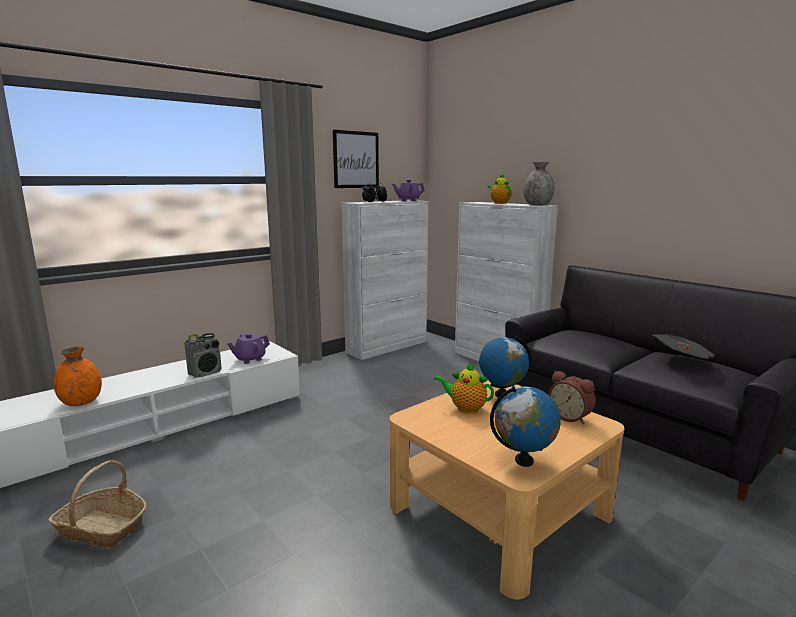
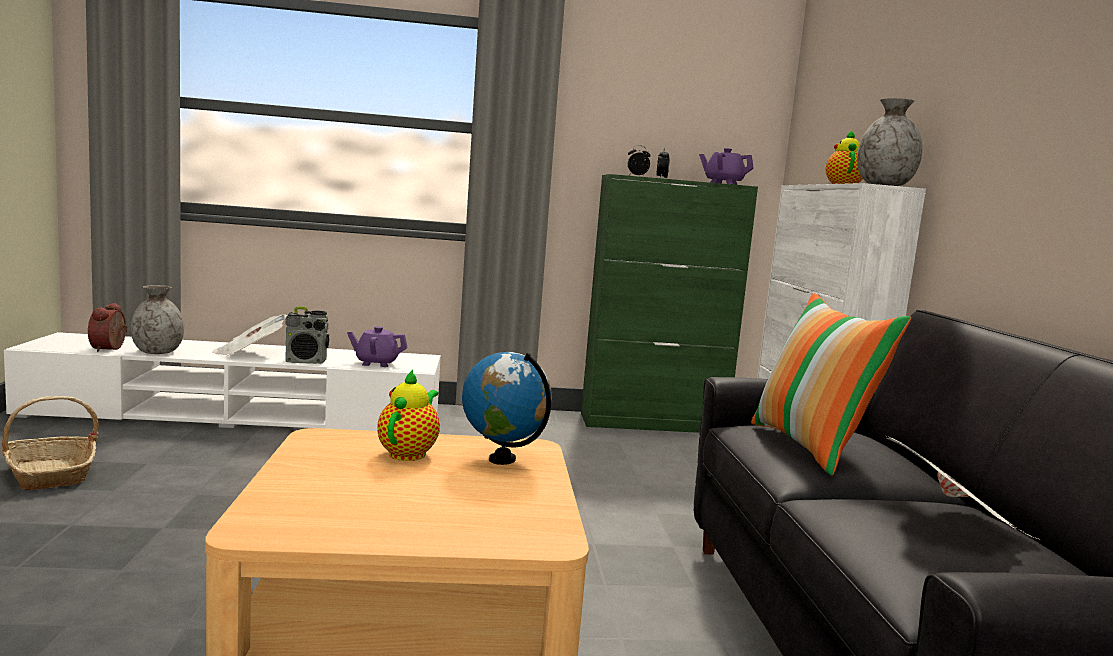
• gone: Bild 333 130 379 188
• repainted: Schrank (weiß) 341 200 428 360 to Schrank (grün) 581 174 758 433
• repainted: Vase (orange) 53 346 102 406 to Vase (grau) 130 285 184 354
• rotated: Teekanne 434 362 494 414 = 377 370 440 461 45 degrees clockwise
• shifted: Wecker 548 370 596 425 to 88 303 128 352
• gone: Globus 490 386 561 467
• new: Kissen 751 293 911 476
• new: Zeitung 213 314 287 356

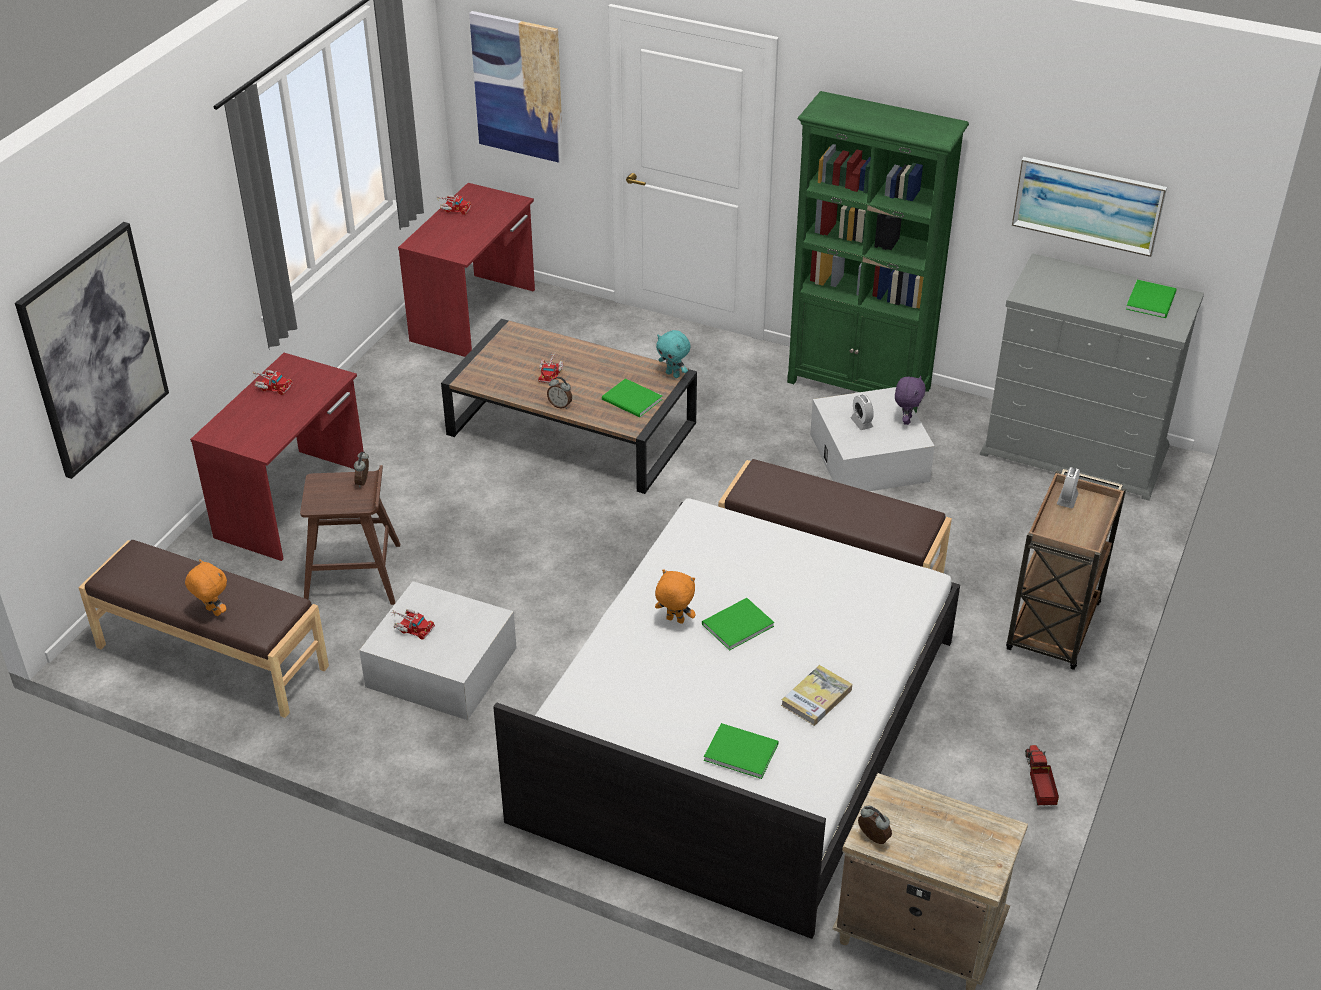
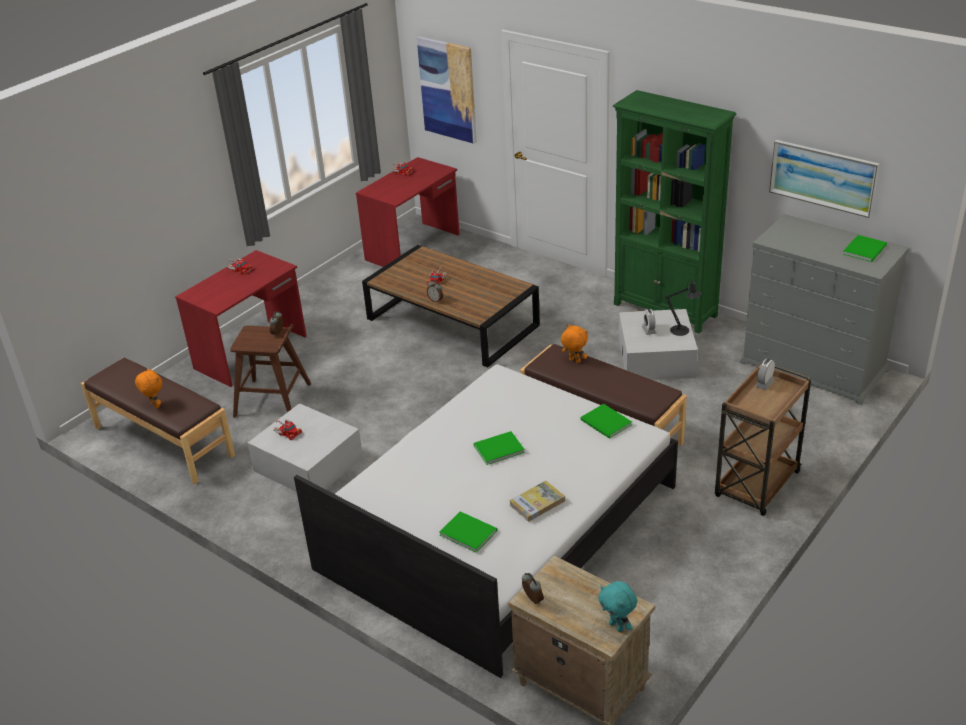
• gone: Bild 15 222 169 479
• shifted: Plüschtier (türkis) 656 330 691 378 to 598 581 637 632
• swapped: Plüschtier (lila) 895 375 926 425 to Tischlampe (schwarz) 665 279 701 336
• shifted: Buch (grün) 602 378 663 418 to 580 404 632 439
• shifted: Plüschtier (orange) 655 569 696 624 to 561 324 588 363
• gone: Spielzeuglaster 1025 745 1059 805

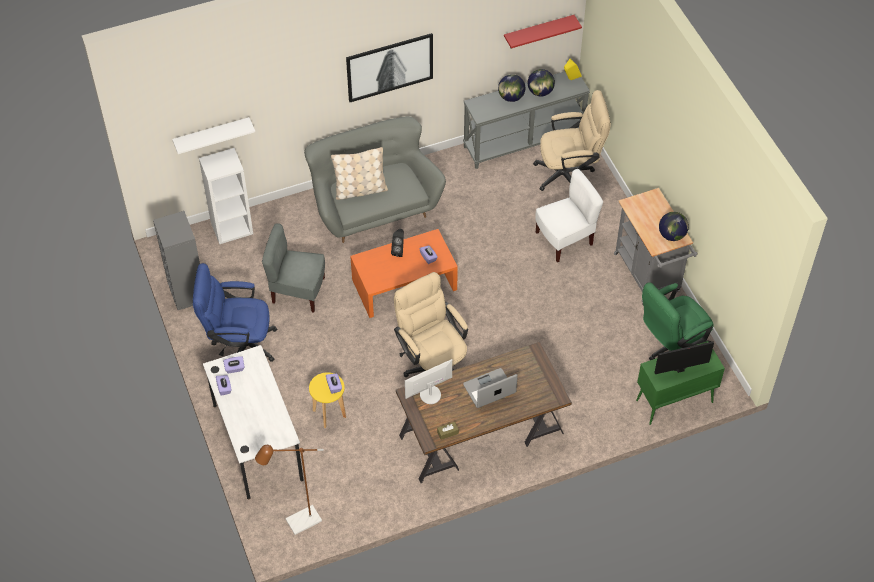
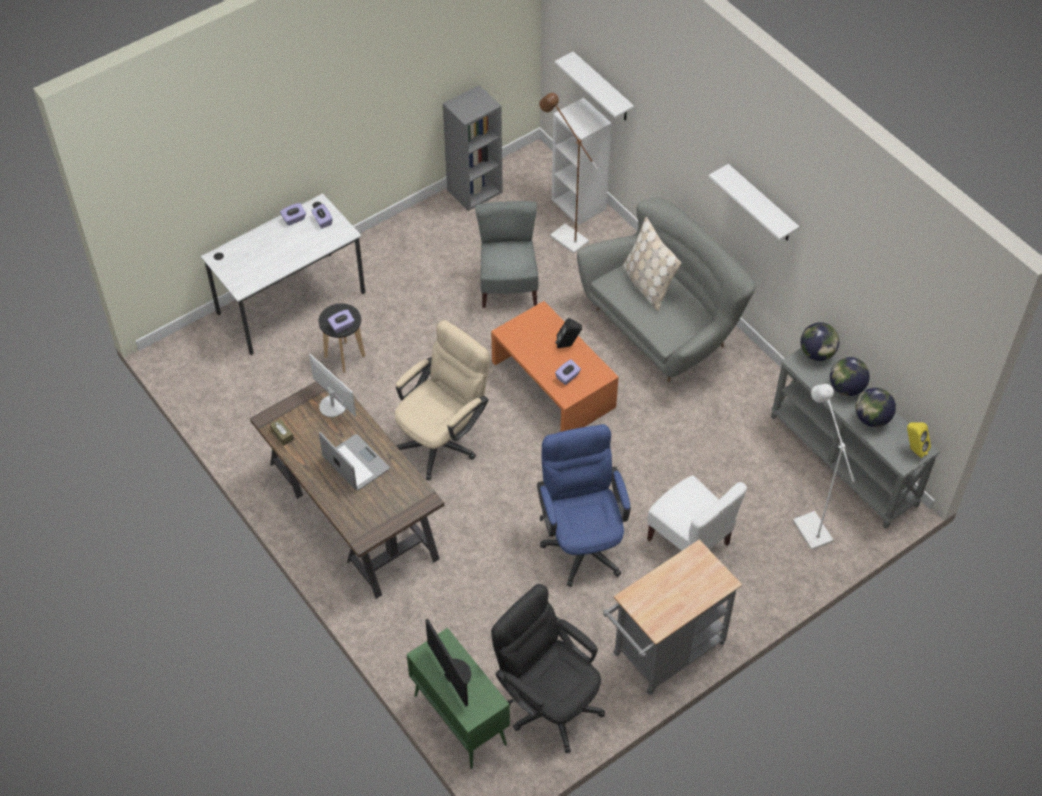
• gone: Wandregal (rot) 504 15 582 48
• swapped: Bild 346 33 433 102 to Wandregal (weiß) 709 164 800 241
• swapped: Bürostuhl (beige) 533 90 611 191 to Stehlampe (weiß) 793 384 855 550
• shifted: Globus 659 212 689 241 to 800 322 839 361
• shifted: Bürostuhl (blau) 193 263 277 362 to 537 424 631 587
• repainted: Bürostuhl (grün) 642 282 714 360 to Bürostuhl (schwarz) 491 584 605 753
• repainted: Hocker (gelb) 309 372 346 428 to Hocker (schwarz) 319 303 365 373
• shifted: Stehlampe (braun) 255 445 324 535 to 539 93 598 253

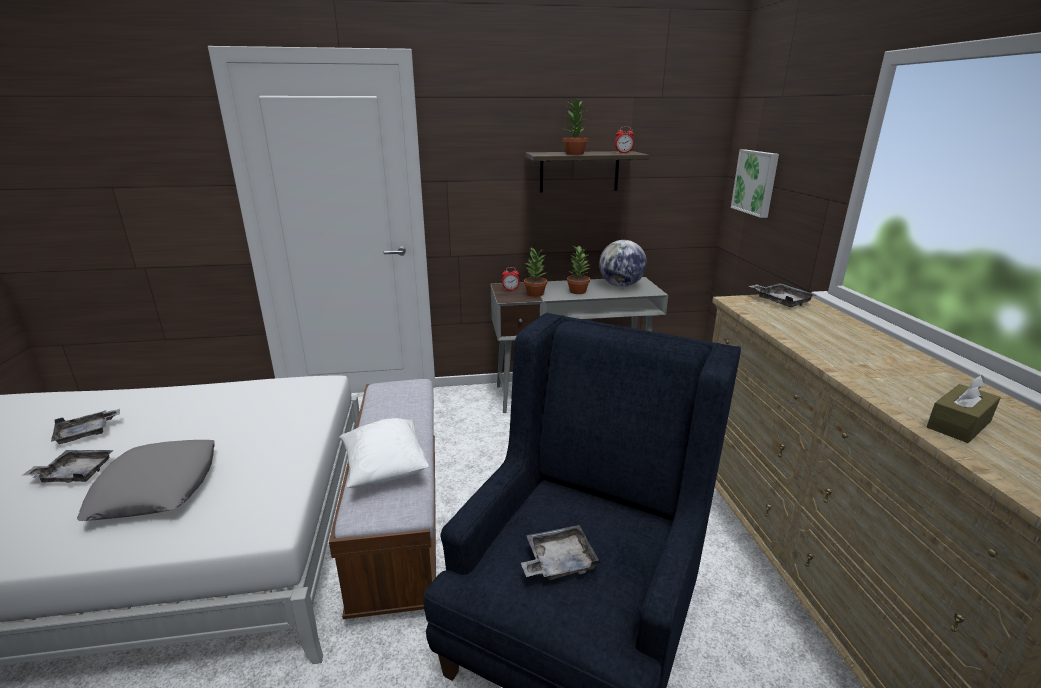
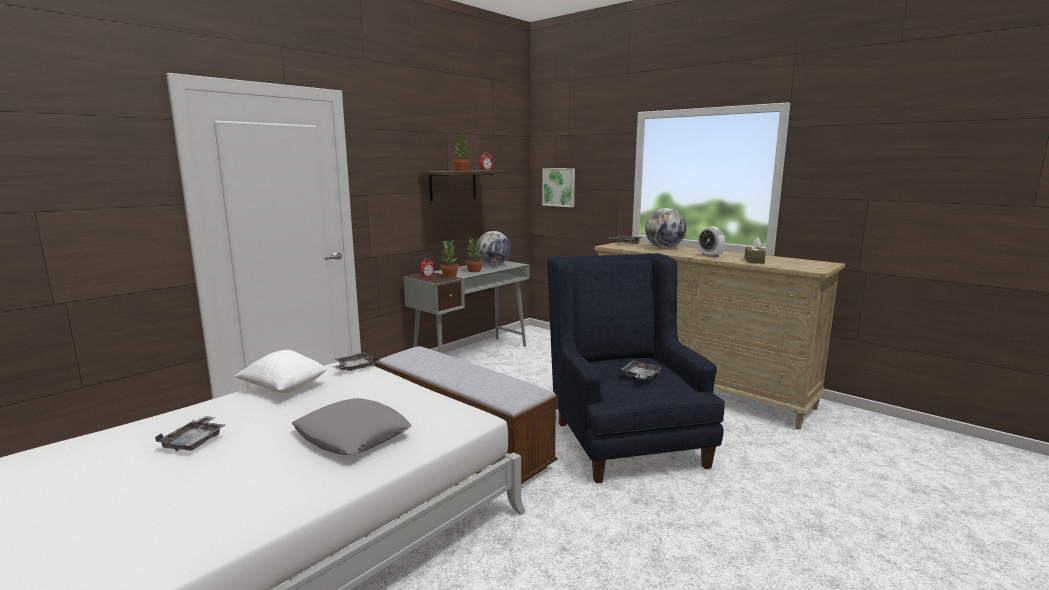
• shifted: Kissen (weiß) 339 418 429 488 to 234 350 328 393
• shifted: Tablett (grau) 22 450 114 483 to 333 352 378 371
• new: Globus 645 208 687 248
• new: Wecker 698 227 725 257

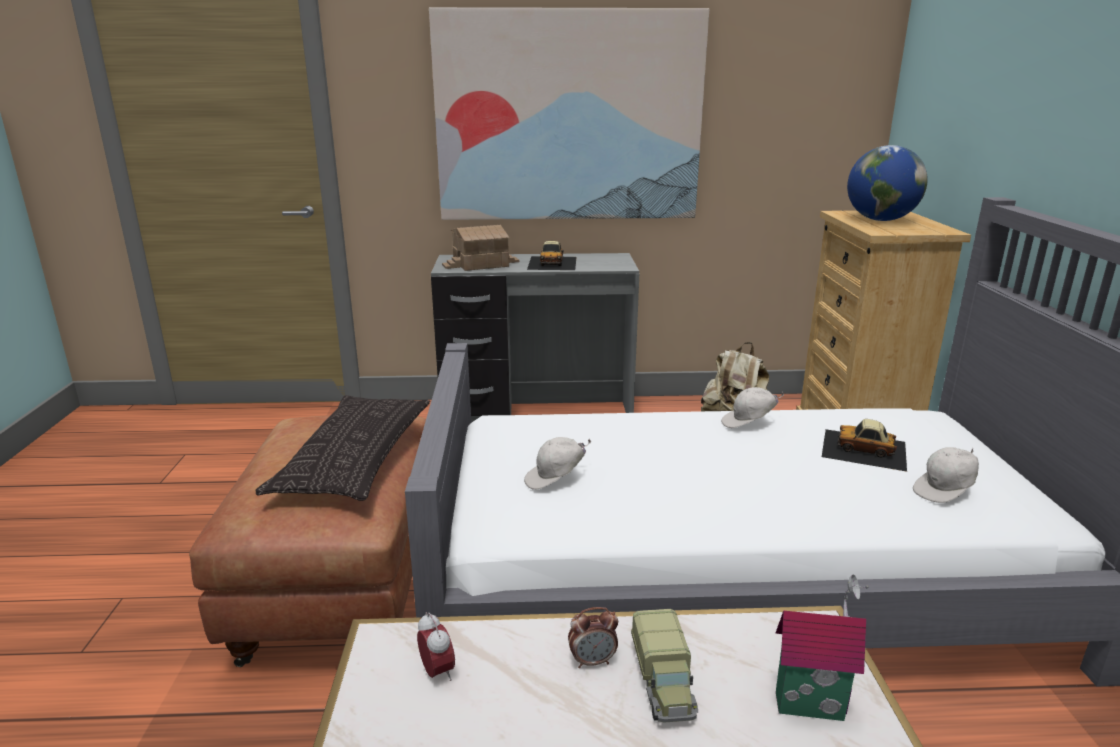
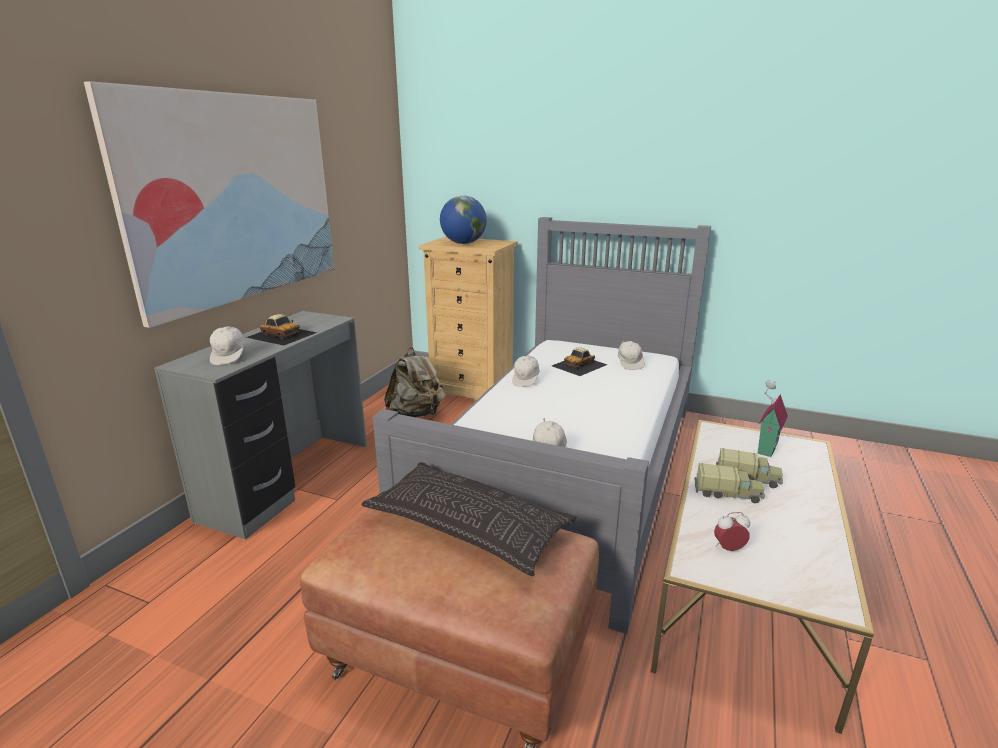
• swapped: Spielzeughaus 442 225 519 271 to Kappe (weiß) 210 326 245 365
• swapped: Wecker 568 607 618 668 to Spielzeuglaster 694 463 765 503

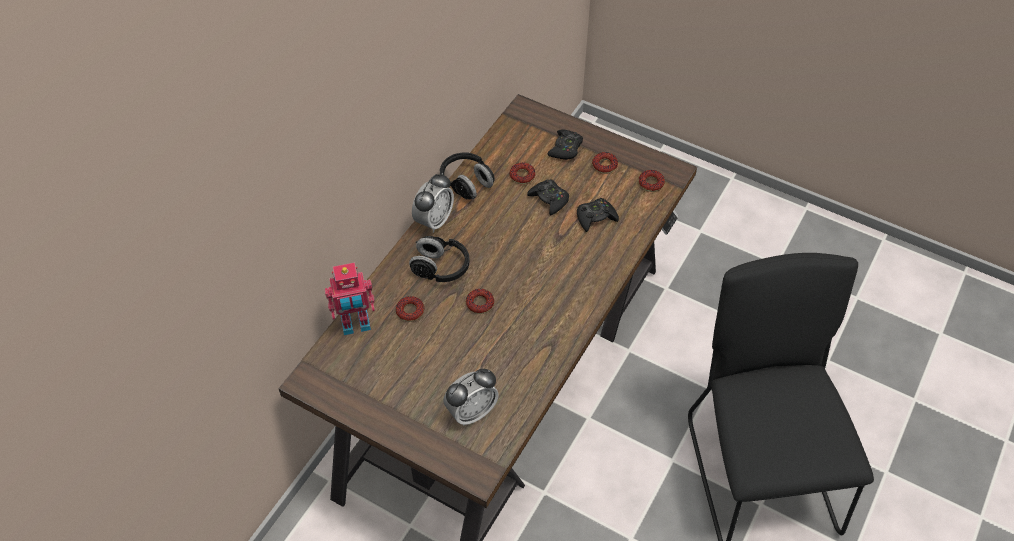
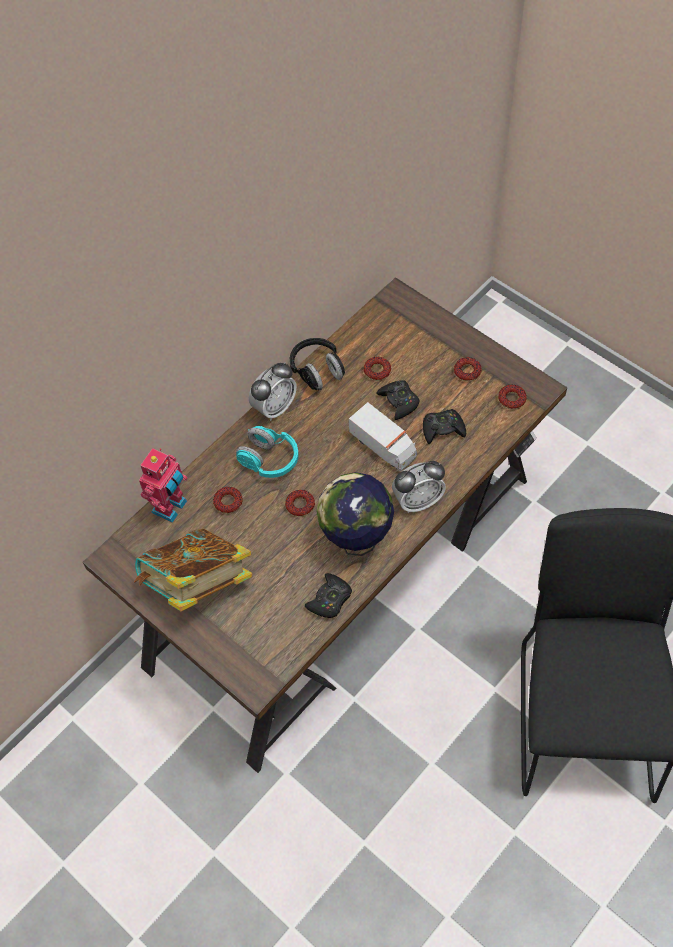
• shifted: Gamepad (schwarz) 548 129 583 160 to 305 573 352 618
• repainted: Kopfhörer (schwarz) 409 236 470 282 to Kopfhörer (türkis) 236 426 299 478
• rotated: Spielzeugroboter 325 262 375 335 = 139 448 188 523 60 degrees counterclockwise
• shifted: Wecker 444 369 499 426 to 392 461 446 513
• new: Spielzeuglaster 349 402 417 471
• new: Globus 317 472 394 556
• new: Buch 134 528 252 611

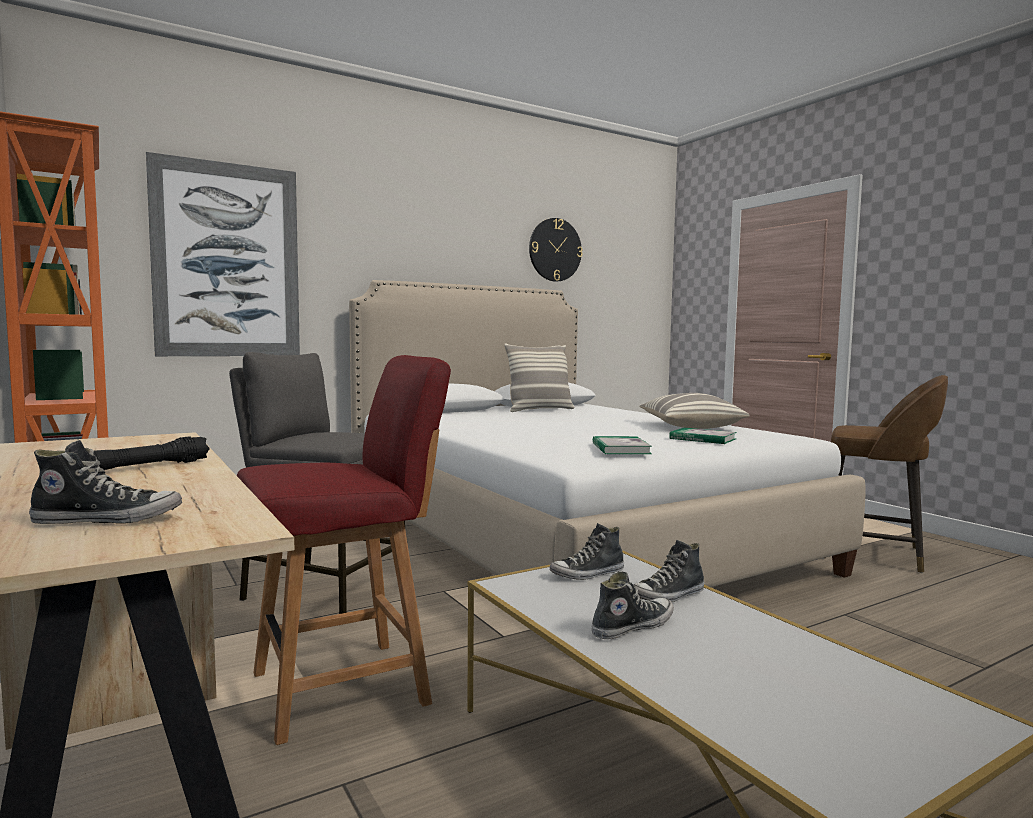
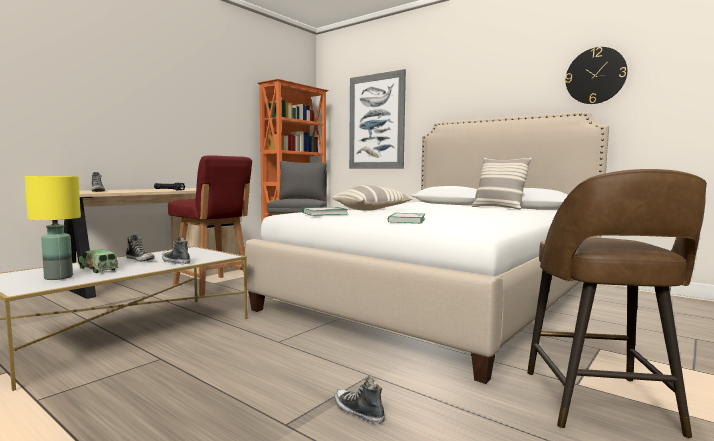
• shifted: Kissen 639 393 750 429 to 332 185 412 211
• shifted: Schuh 549 523 624 580 to 334 377 385 424
• new: Tischlampe (gelb) 24 176 81 280
• new: Spielzeuglaster 79 250 118 273

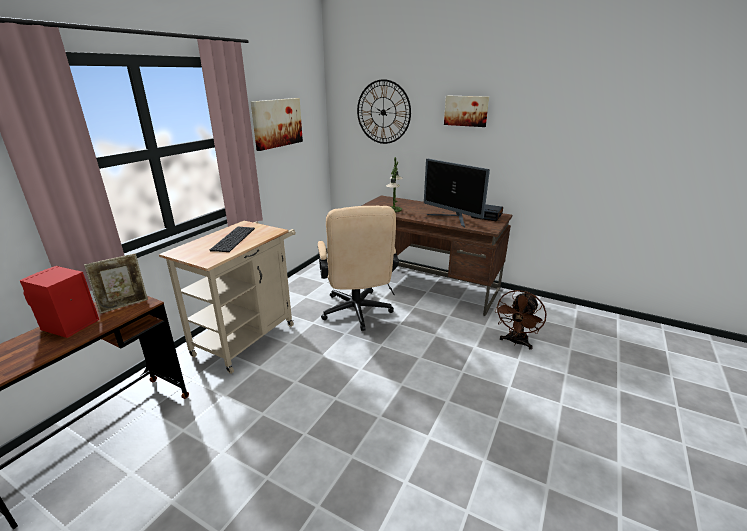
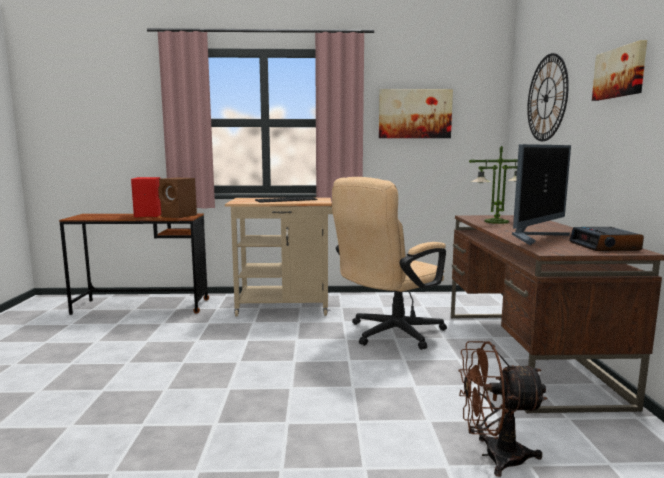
• rotated: Monitor 424 159 490 228 = 512 144 571 245 150 degrees counterclockwise
• swapped: Bilderrahmen 84 253 148 314 to Lautsprecher (braun) 158 178 197 218

